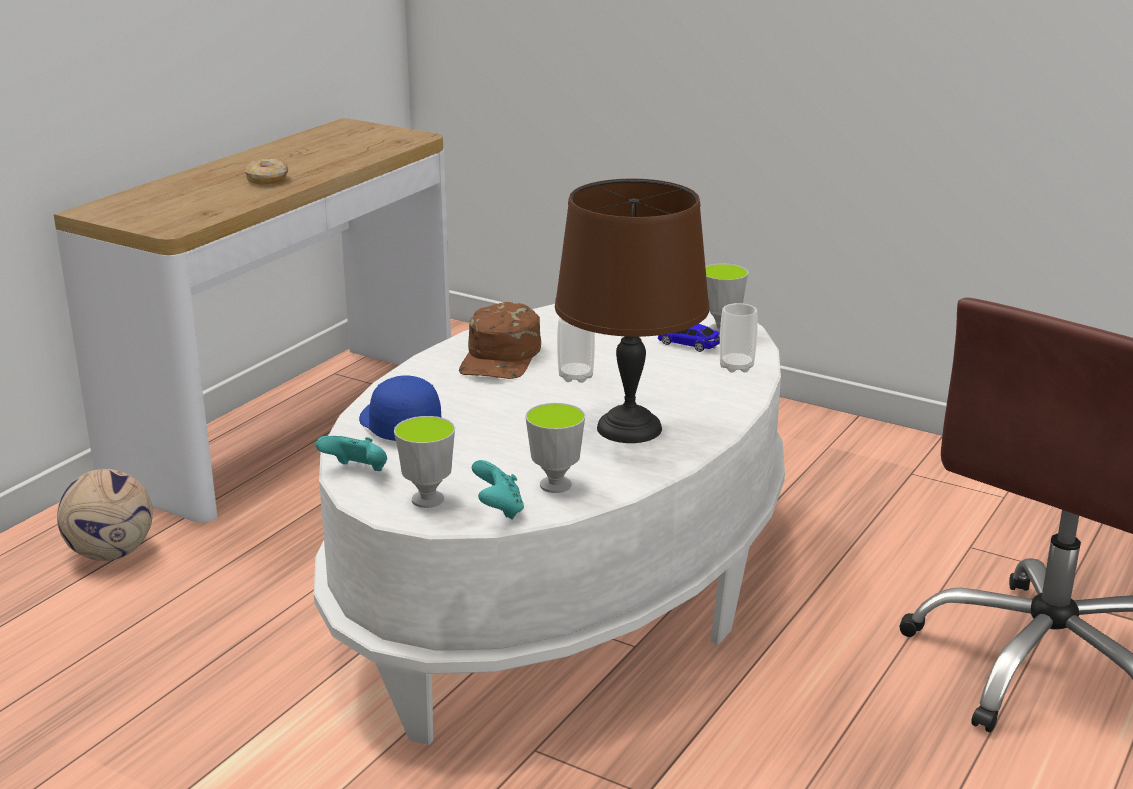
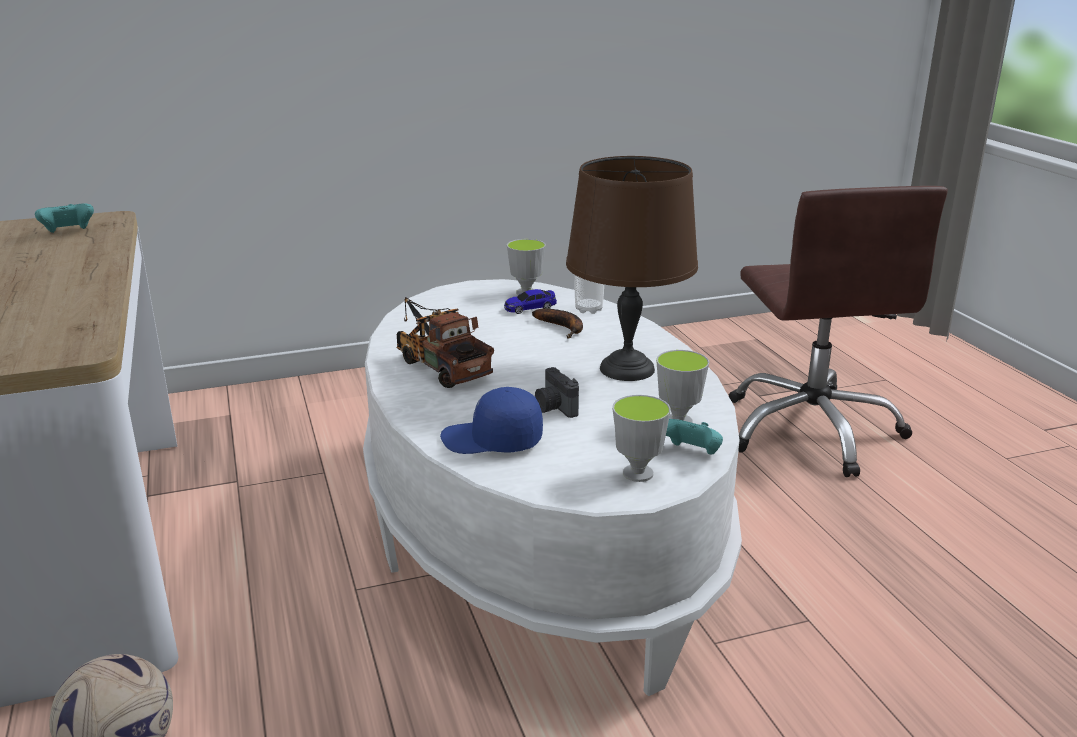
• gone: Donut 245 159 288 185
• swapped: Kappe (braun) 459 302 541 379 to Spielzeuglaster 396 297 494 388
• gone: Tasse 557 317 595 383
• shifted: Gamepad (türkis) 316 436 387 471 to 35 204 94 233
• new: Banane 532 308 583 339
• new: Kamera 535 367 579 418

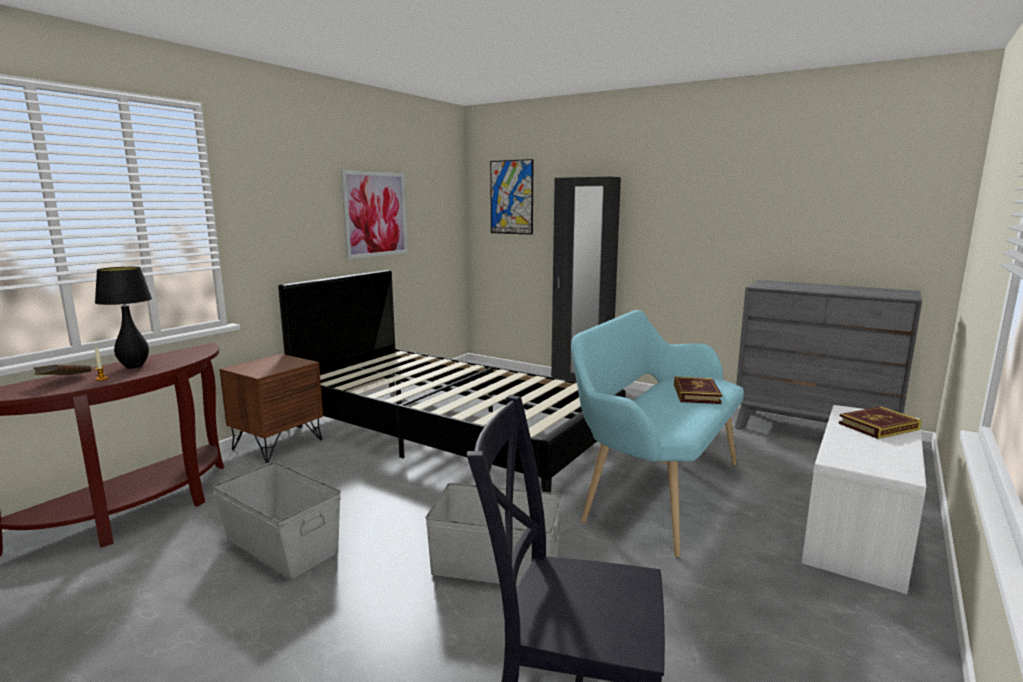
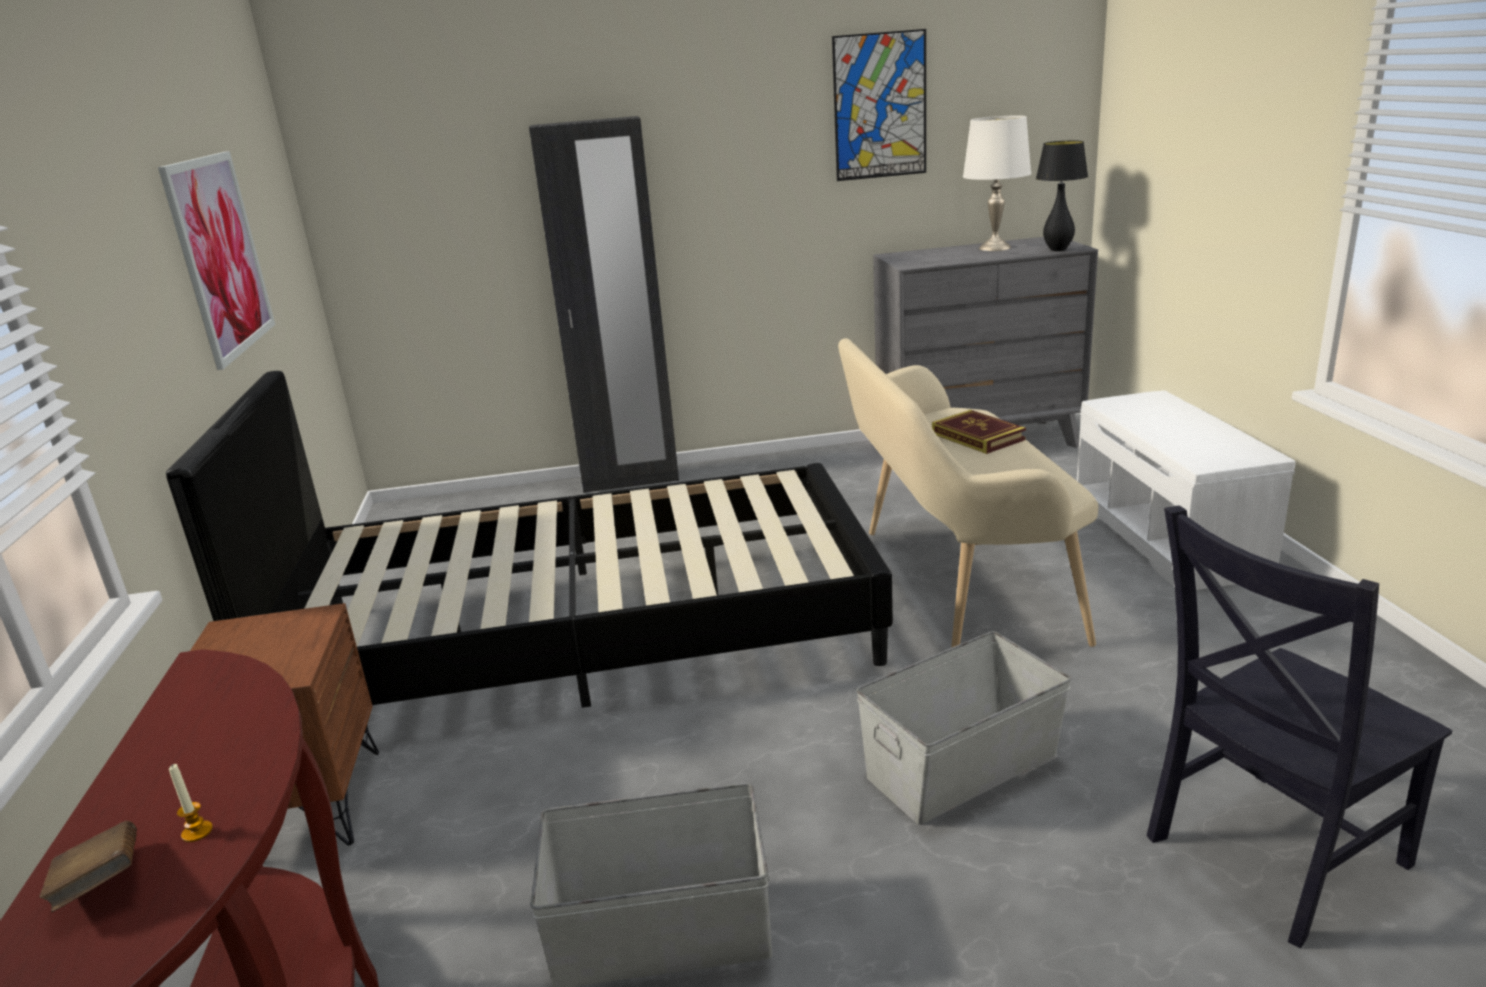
• shifted: Bild 490 159 534 235 to 832 29 926 181
• shifted: Tischlampe (schwarz) 95 267 152 369 to 1036 140 1088 251
• repainted: Bank (türkis) 571 310 744 558 to Bank (beige) 838 338 1098 648
• gone: Buch 839 407 922 439
• new: Tischlampe (weiß) 963 115 1031 251

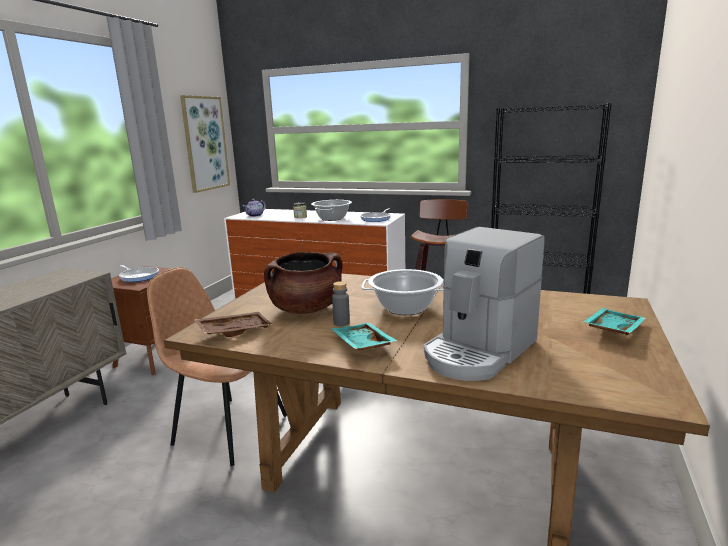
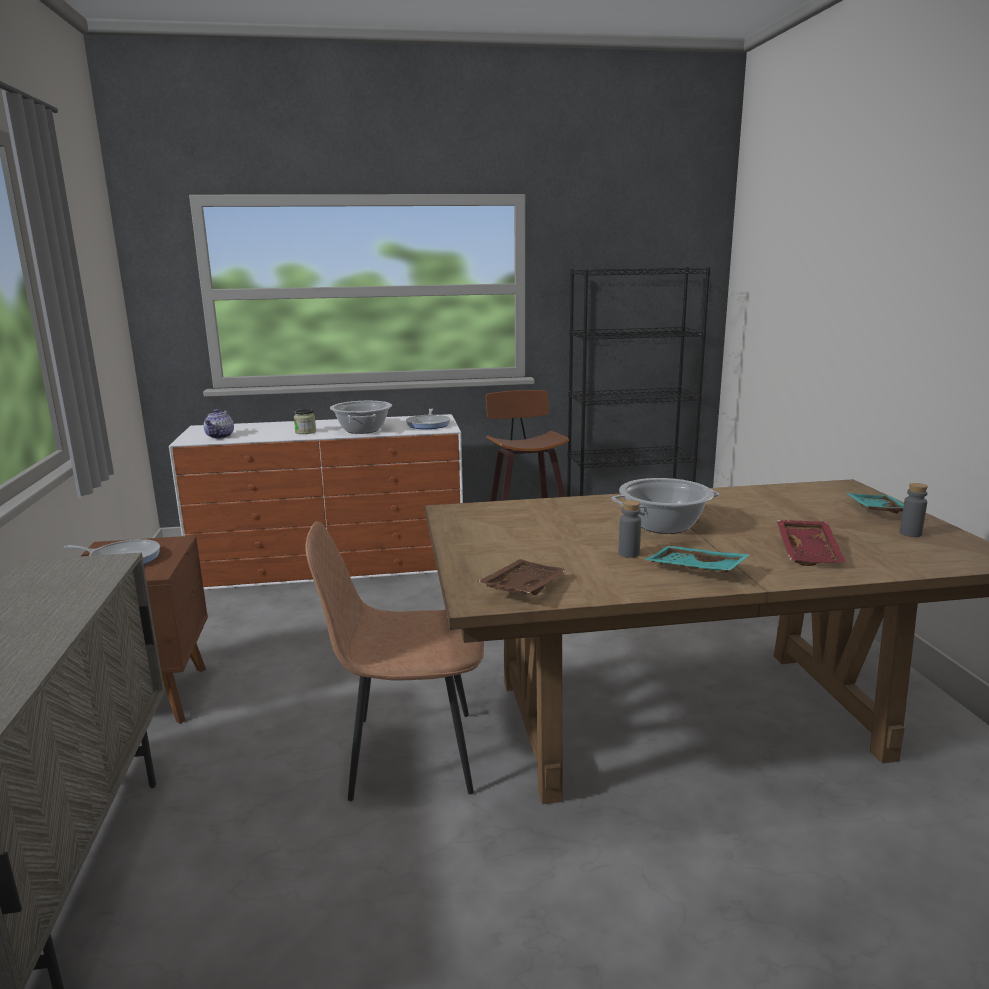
• gone: Bild 180 95 230 193
• swapped: Kaffeemaschine 424 227 545 381 to Tablett (rot) 777 520 846 566
• gone: Kochtopf (braun) 264 252 342 314
• new: Flasche (grau) 900 483 928 537

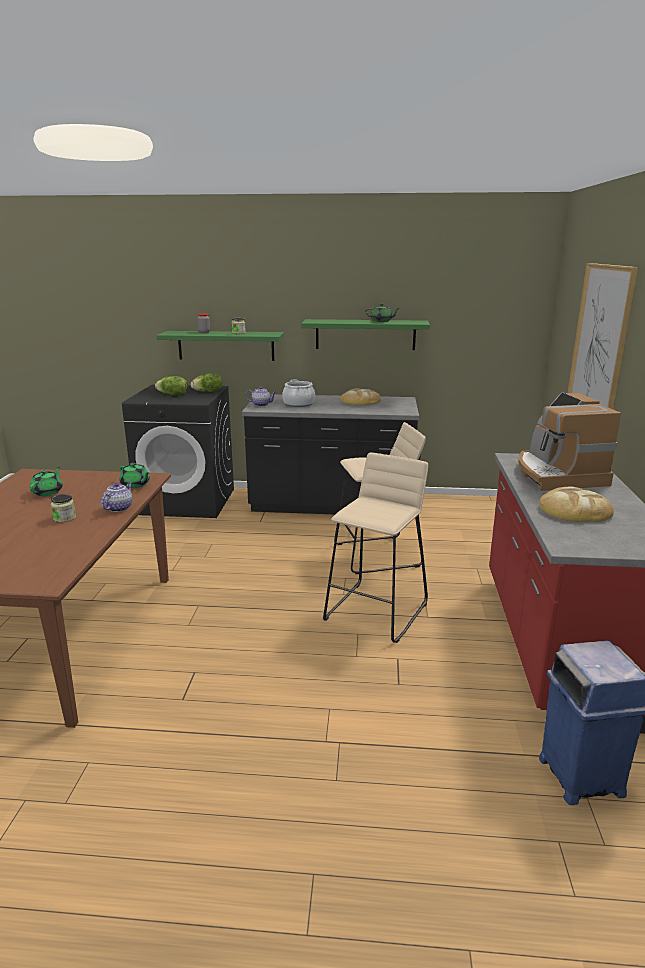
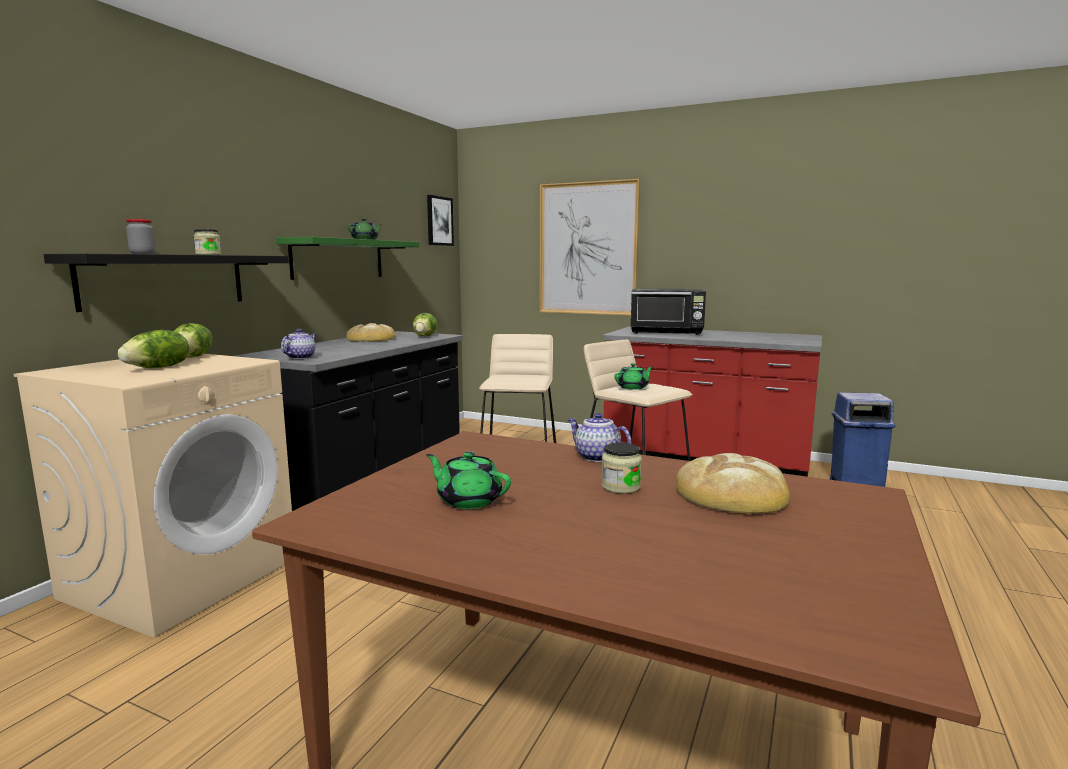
• repainted: Wandregal (grün) 156 331 284 361 to Wandregal (schwarz) 44 254 289 312
• gone: Kochtopf 282 379 315 407
• repainted: Waschmaschine (schwarz) 122 384 234 518 to Waschmaschine (beige) 14 354 292 638
• swapped: Kaffeemaschine 519 392 621 491 to Mikrowelle (schwarz) 631 288 706 335
• shifted: Teekanne (grün) 119 463 150 488 to 614 363 653 390
• shifted: Brot 539 487 614 522 to 676 453 790 514
• new: Bild 427 195 454 246
• new: Salatkopf 413 313 437 336

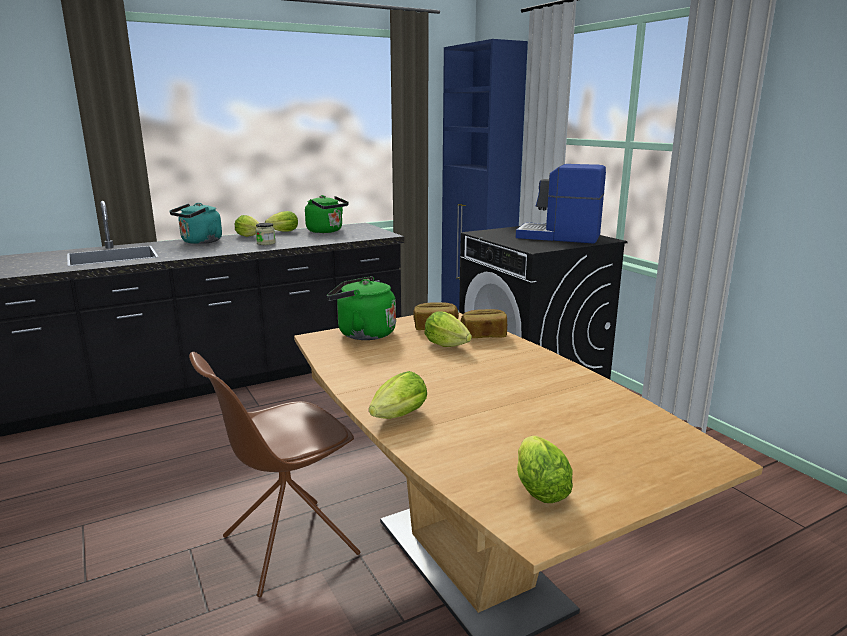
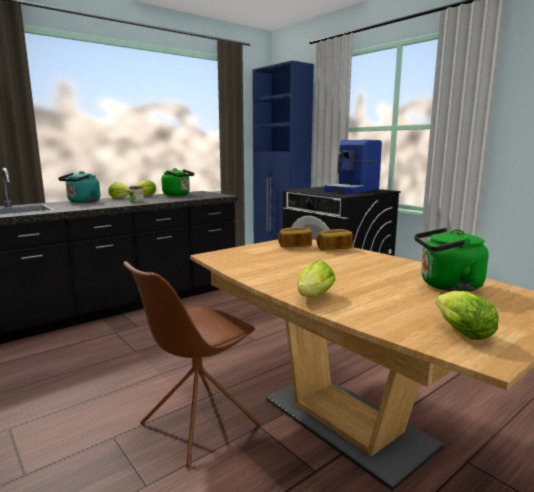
• rotated: Kaffeemaschine 516 164 606 244 = 324 140 382 194 60 degrees counterclockwise
• shifted: Wasserkessel (grün) 327 276 396 340 to 414 228 489 292
• gone: Salatkopf 424 312 472 347

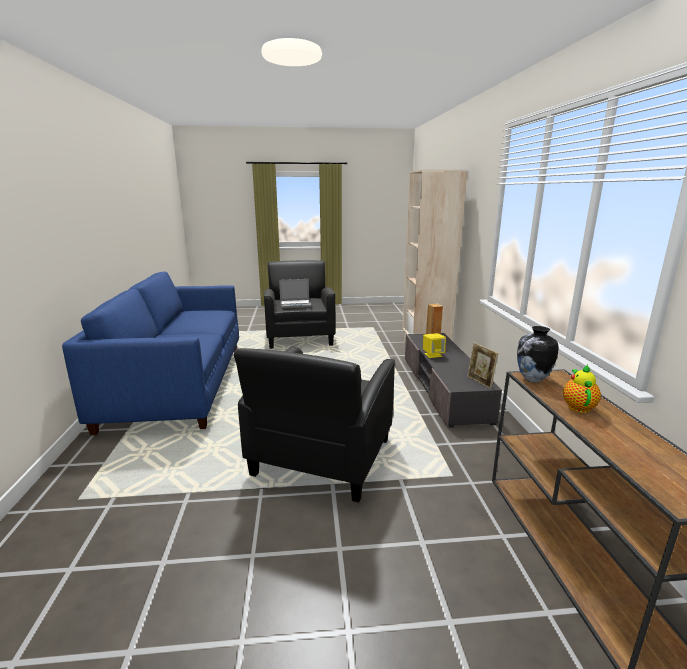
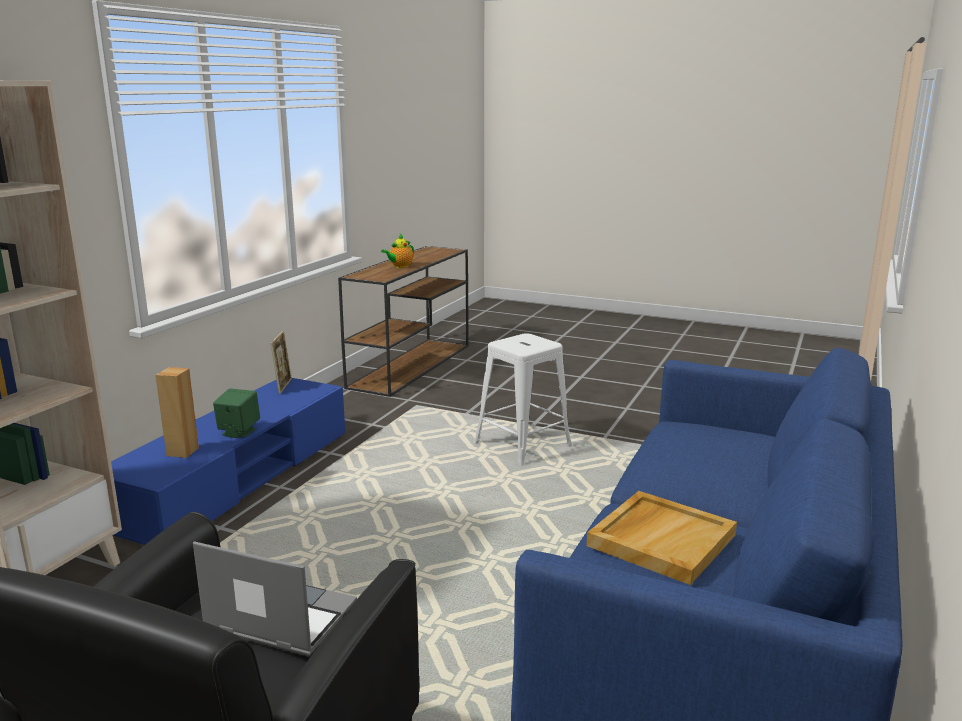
• gone: Vase 517 326 559 383
• repainted: Fernsehschrank (grau) 405 333 502 428 to Fernsehschrank (blau) 111 378 345 545
• repainted: Lautsprecher (gelb) 423 333 446 358 to Lautsprecher (grün) 213 388 260 438
• swapped: Sessel (schwarz) 234 346 395 502 to Hocker (weiß) 474 333 572 466
• new: Tablett (beige) 587 491 737 585

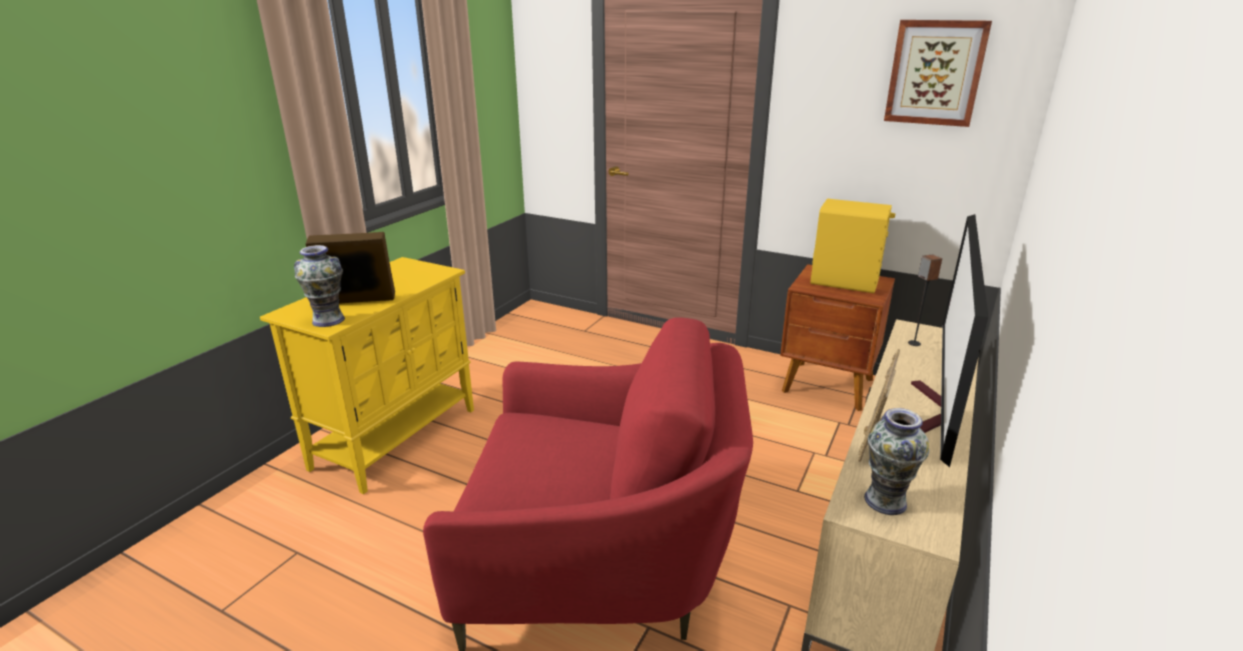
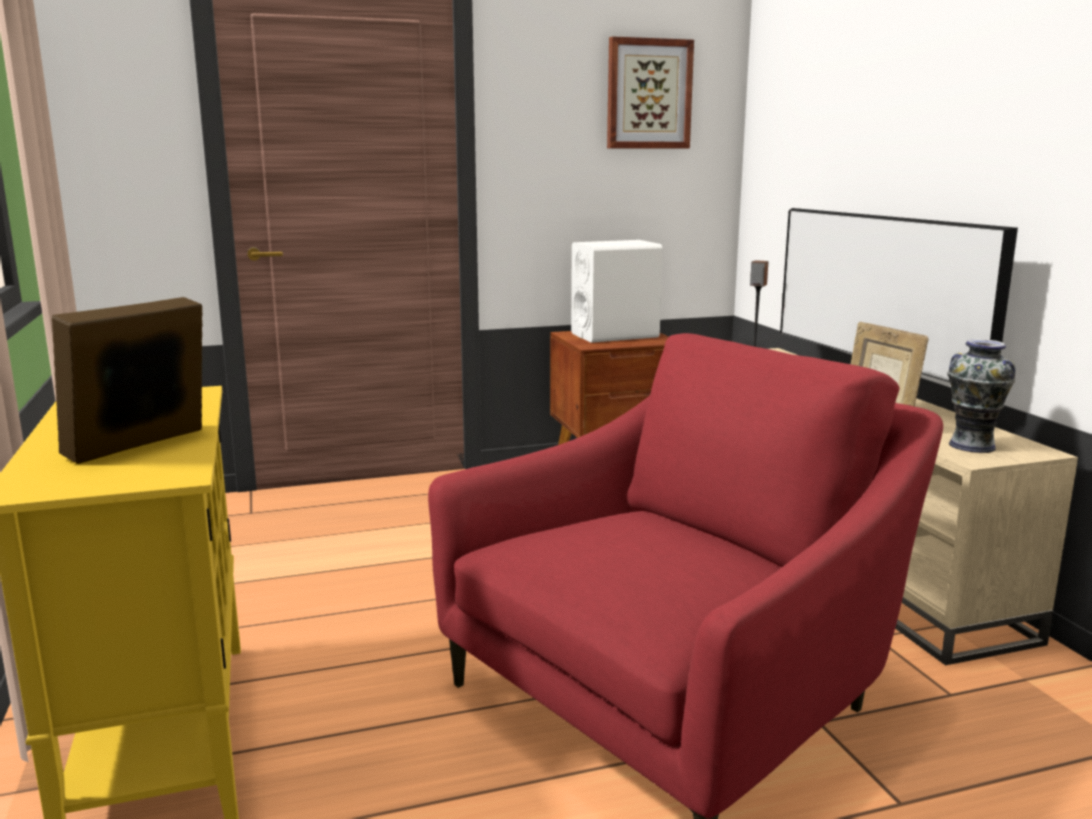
• repainted: Lautsprecher (gelb) 810 199 896 293 to Lautsprecher (weiß) 571 240 663 343
• gone: Vase 294 245 345 327

